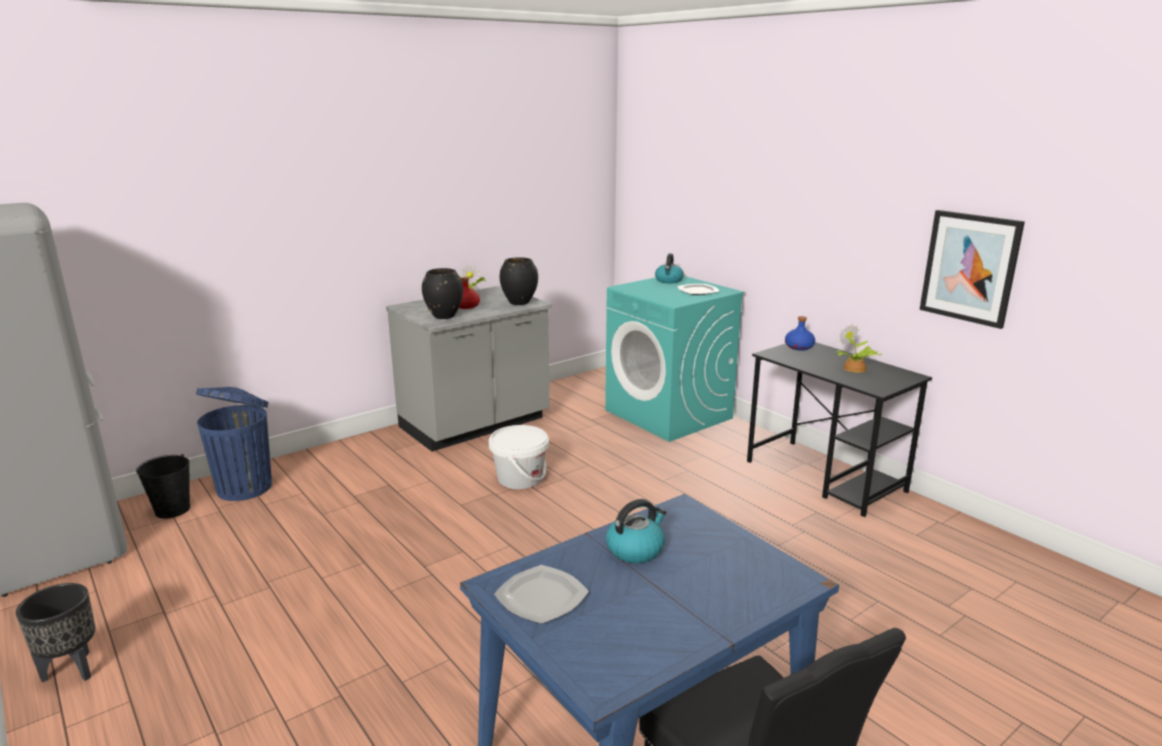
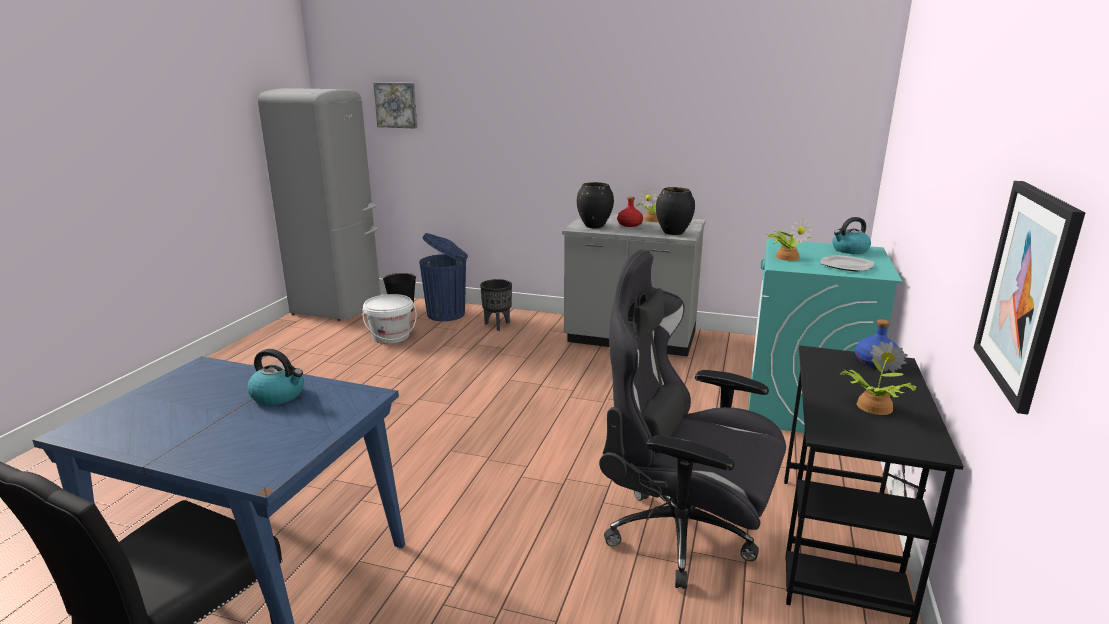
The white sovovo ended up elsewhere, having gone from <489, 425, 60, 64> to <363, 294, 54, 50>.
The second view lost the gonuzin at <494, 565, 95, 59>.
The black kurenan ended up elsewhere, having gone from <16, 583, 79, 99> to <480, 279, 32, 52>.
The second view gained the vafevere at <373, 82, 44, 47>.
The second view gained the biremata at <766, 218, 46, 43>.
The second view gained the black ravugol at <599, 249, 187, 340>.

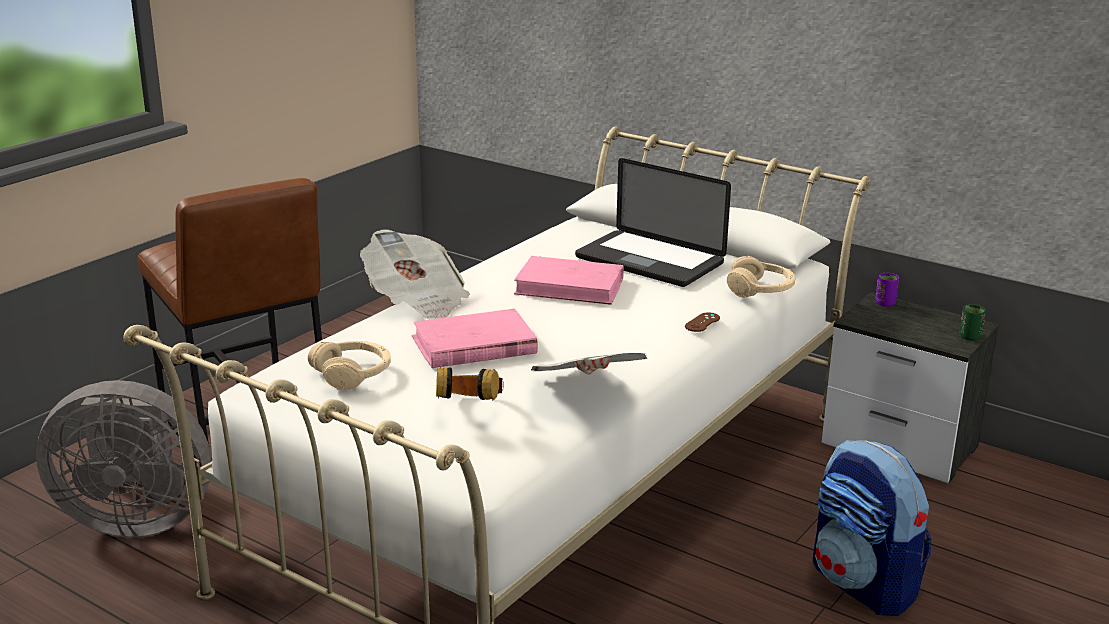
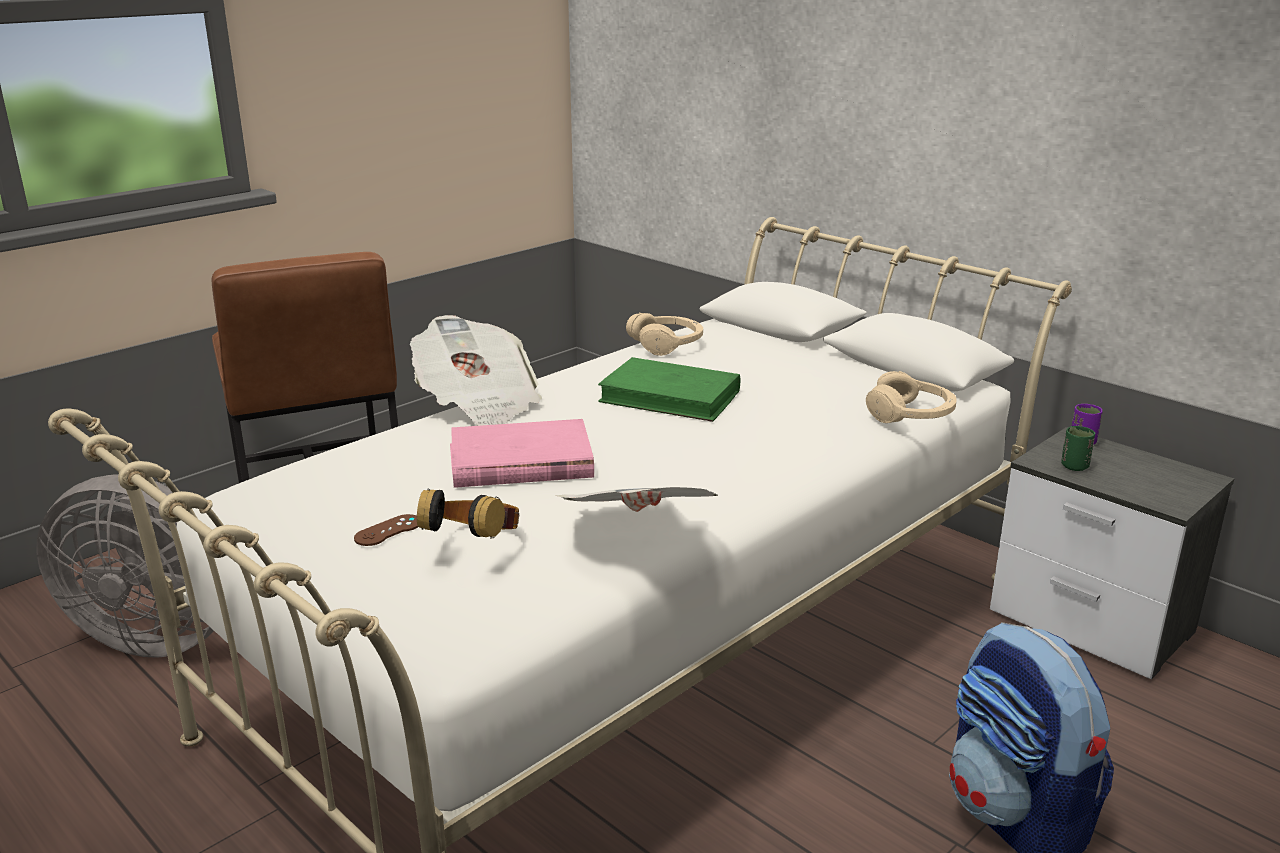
The second view lost the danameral at <575, 158, 156, 129>.
What was the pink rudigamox at <514, 256, 110, 49> turned into the green rudigamox at <598, 357, 143, 65>.
The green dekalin ended up elsewhere, having gone from <960, 304, 26, 37> to <1061, 426, 35, 45>.
The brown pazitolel ended up elsewhere, having gone from <685, 312, 35, 20> to <354, 514, 64, 32>.
The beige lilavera ended up elsewhere, having gone from <308, 341, 83, 49> to <626, 313, 77, 43>.

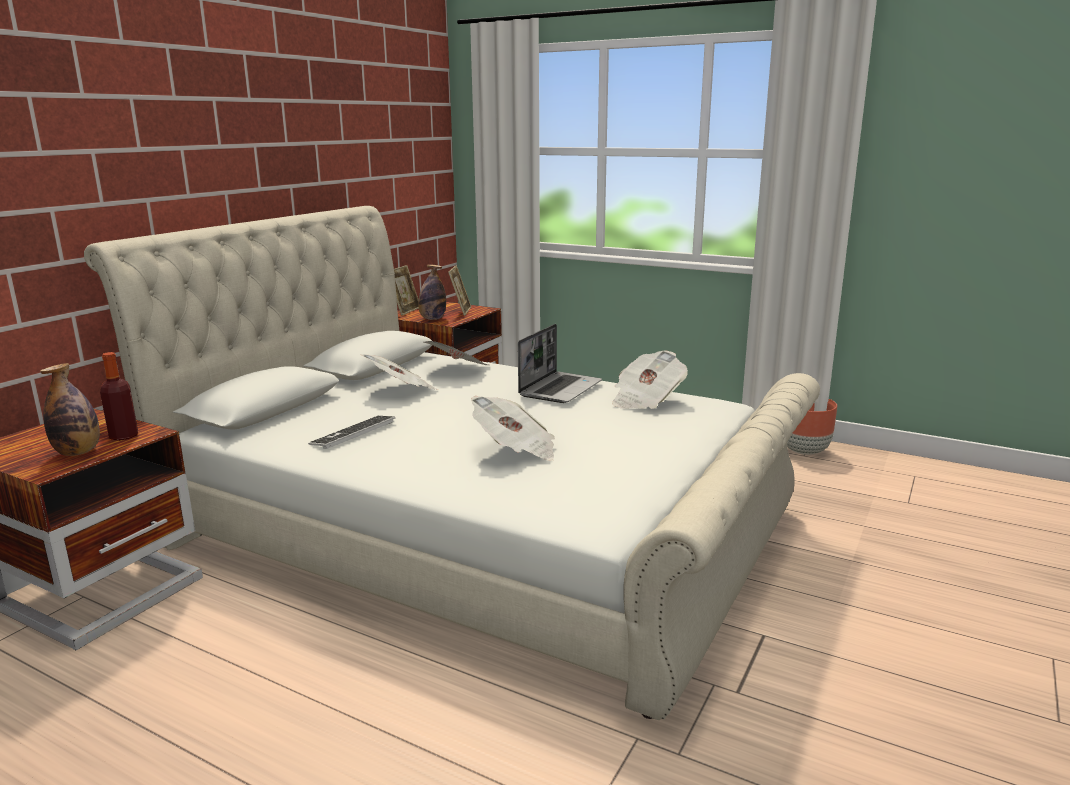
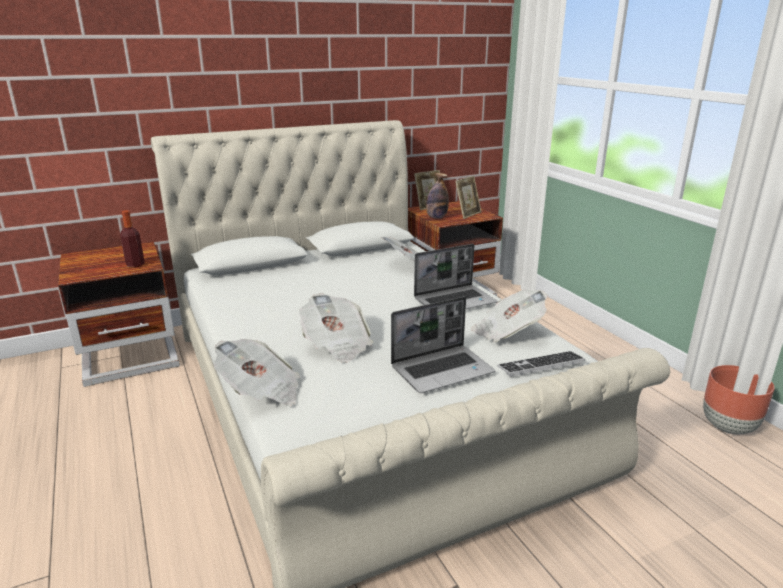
The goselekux ended up elsewhere, having gone from <360, 354, 77, 35> to <214, 339, 86, 66>.
The second view lost the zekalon at <40, 363, 60, 93>.
The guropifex ended up elsewhere, having gone from <308, 416, 87, 33> to <497, 351, 88, 26>.
The second view gained the danameral at <391, 296, 104, 97>.

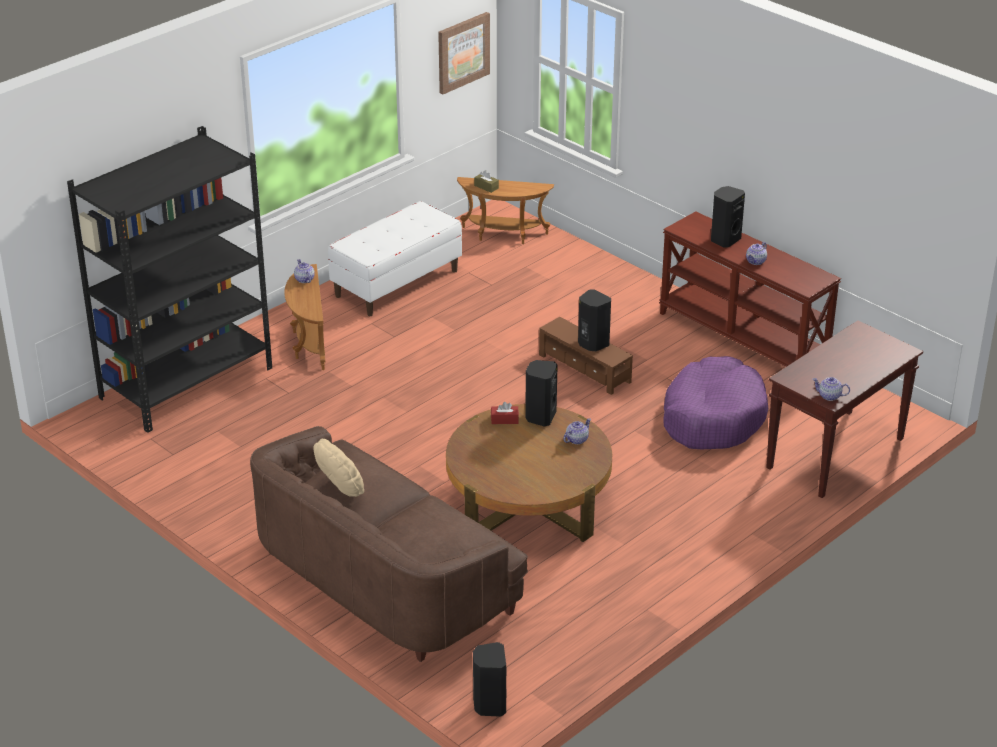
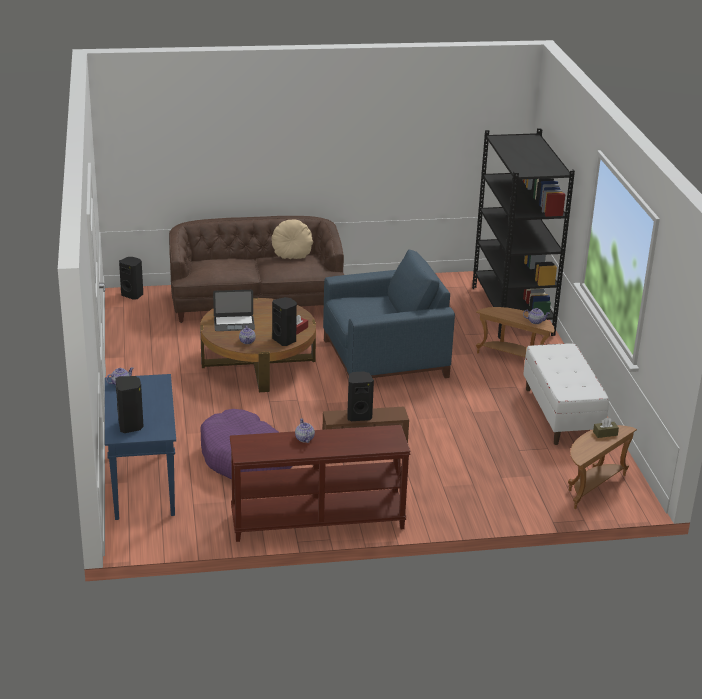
The second view lost the vafevere at <438, 12, 52, 82>.
The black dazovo ended up elsewhere, having gone from <711, 186, 34, 62> to <116, 376, 28, 57>.
What was the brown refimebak at <766, 320, 157, 178> turned into the blue refimebak at <105, 374, 71, 146>.
The second view gained the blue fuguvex at <323, 250, 132, 128>.
The second view gained the danameral at <213, 290, 42, 41>.

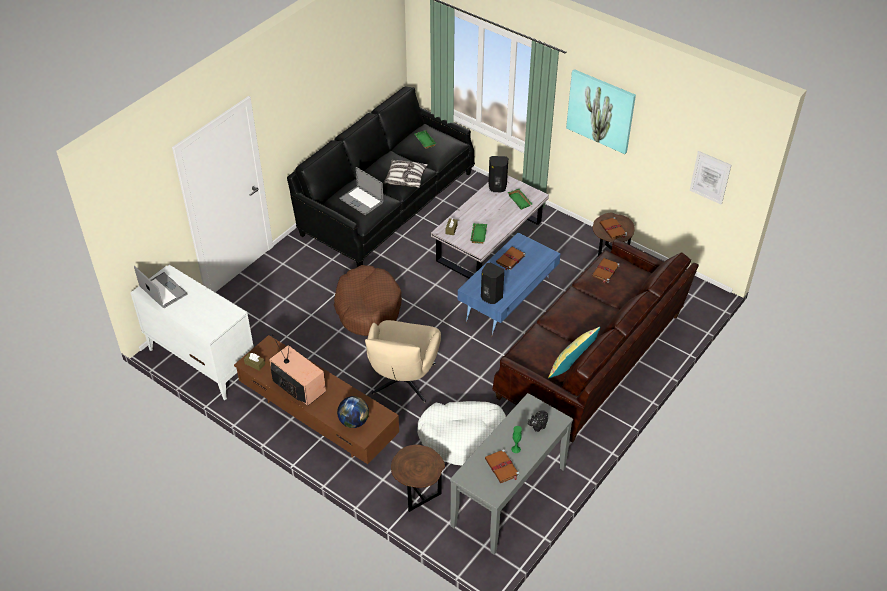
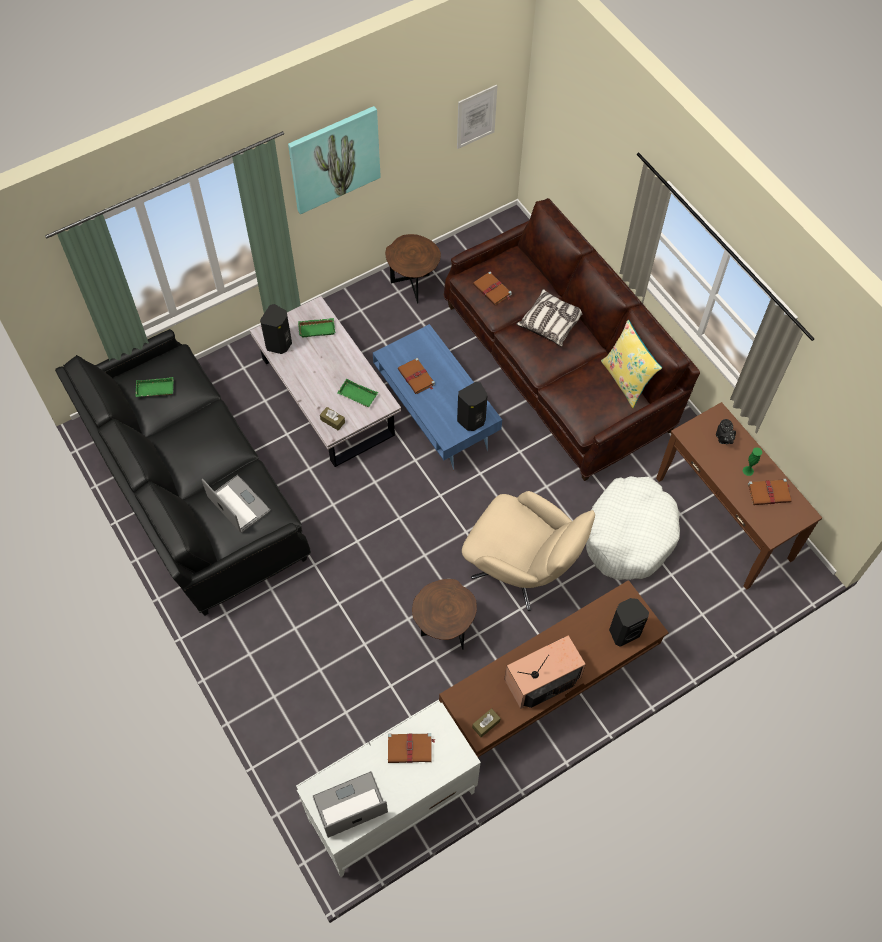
The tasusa ended up elsewhere, having gone from <384, 159, 44, 29> to <516, 289, 66, 58>.
The danameral at <339, 167, 45, 48> ended up facing another way, 105 degrees counterclockwise from before.
The brown rudigamox ended up elsewhere, having gone from <599, 217, 28, 22> to <388, 733, 47, 30>.
The second view lost the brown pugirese at <334, 265, 68, 71>.
What was the grey refimebak at <450, 393, 123, 162> turned into the brown refimebak at <656, 402, 166, 188>.
Where the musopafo stood at <337, 396, 32, 32>, the black dazovo came to stand at <609, 598, 40, 49>.
The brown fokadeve ended up elsewhere, having gone from <391, 445, 54, 67> to <412, 579, 65, 71>.

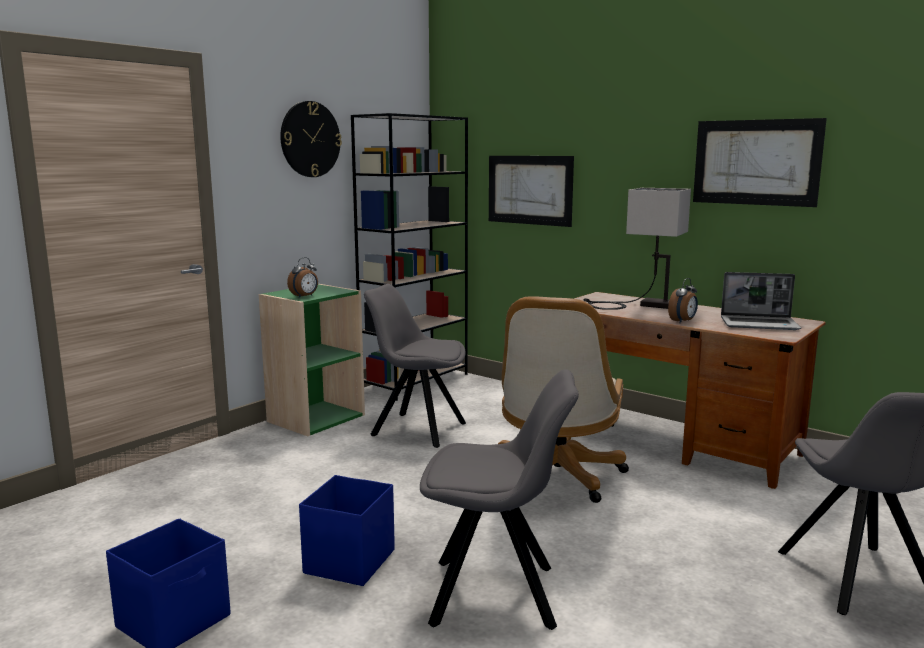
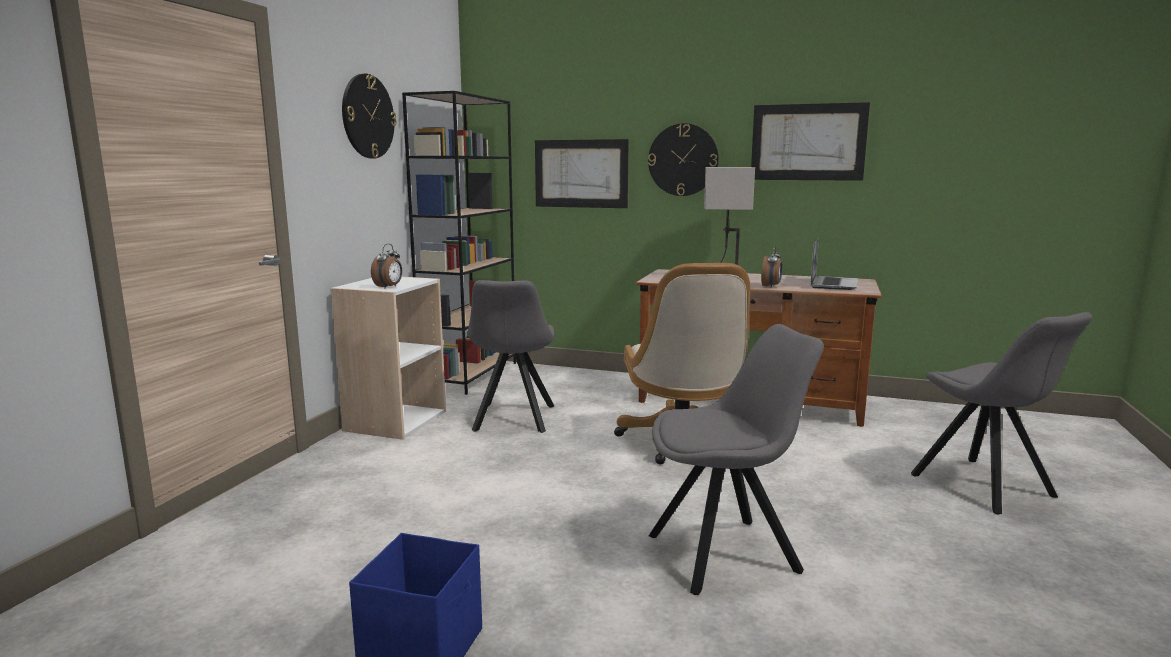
The danameral at <721, 272, 80, 58> ended up facing another way, 60 degrees counterclockwise from before.
What was the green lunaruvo at <259, 284, 106, 152> turned into the white lunaruvo at <330, 277, 116, 163>.
The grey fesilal at <364, 284, 102, 164> ended up facing another way, 90 degrees counterclockwise from before.
The second view lost the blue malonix at <299, 475, 96, 111>.
The second view gained the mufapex at <648, 123, 71, 73>.

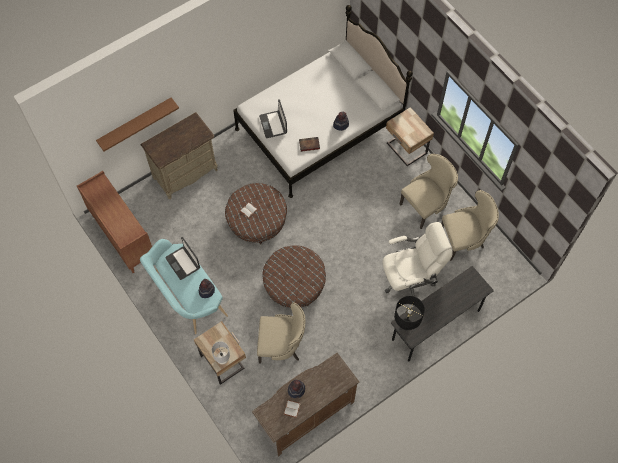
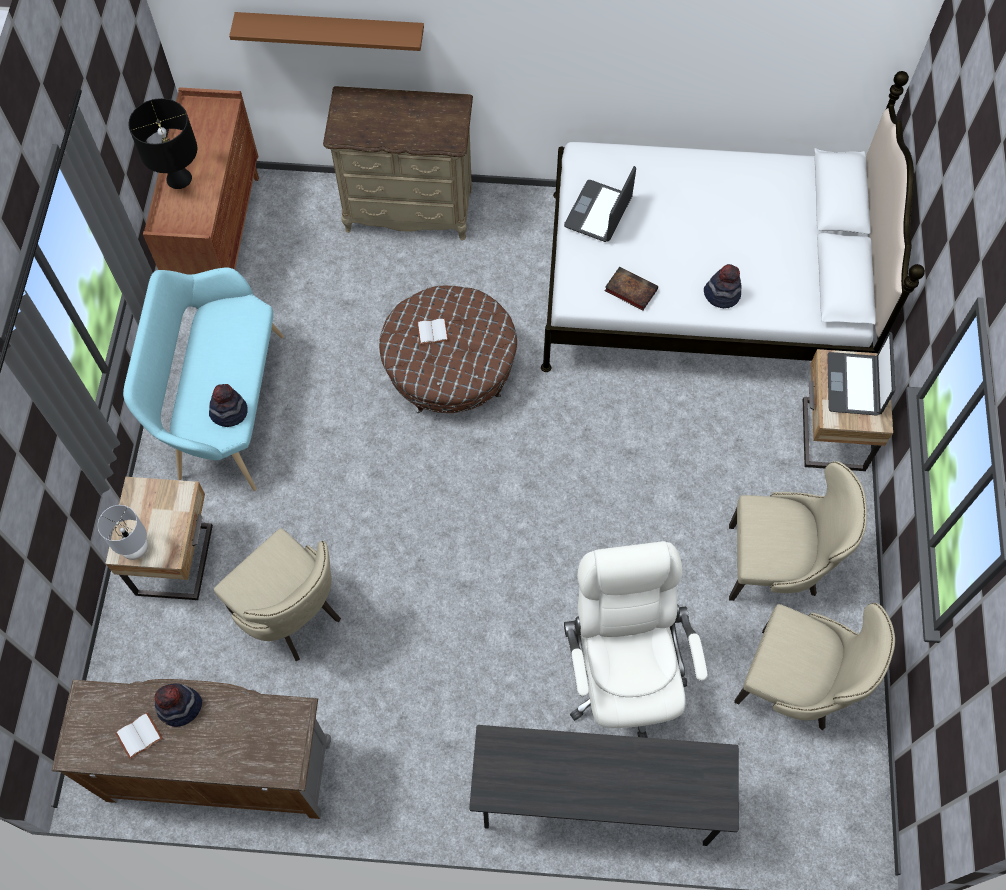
The white ravugol at <383, 222, 70, 74> ended up facing another way, 120 degrees counterclockwise from before.
The danameral ended up elsewhere, having gone from <165, 237, 35, 43> to <827, 332, 68, 84>.
The second view lost the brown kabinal at <263, 245, 63, 63>.
The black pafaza ended up elsewhere, having gone from <394, 296, 31, 34> to <128, 98, 69, 91>.

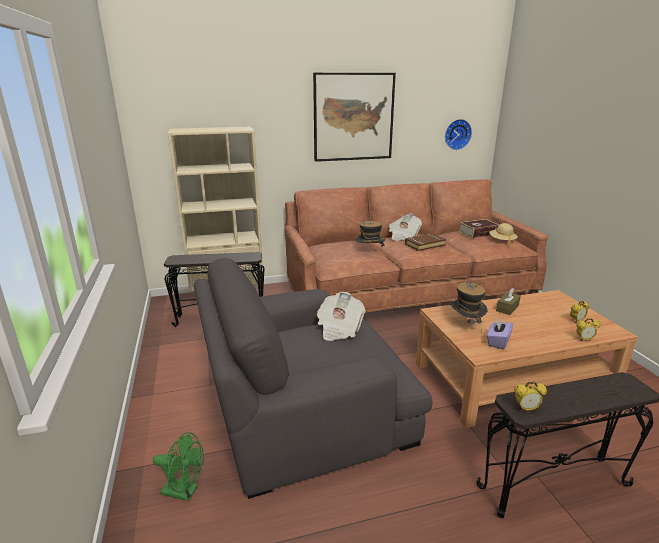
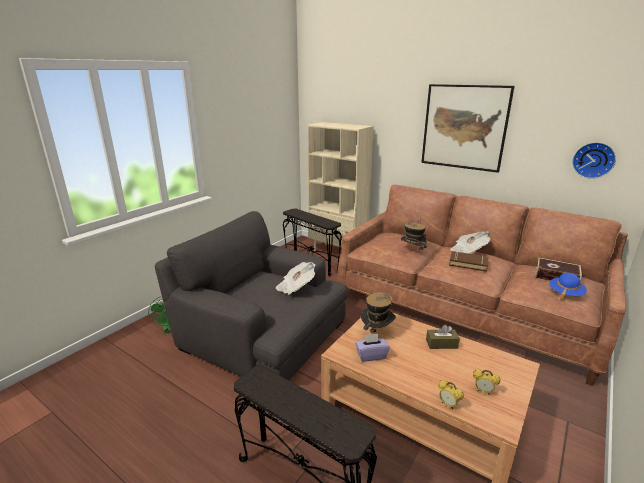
What was the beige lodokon at <489, 223, 29, 23> turned into the blue lodokon at <550, 273, 37, 27>.
The second view lost the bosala at <514, 381, 33, 30>.

